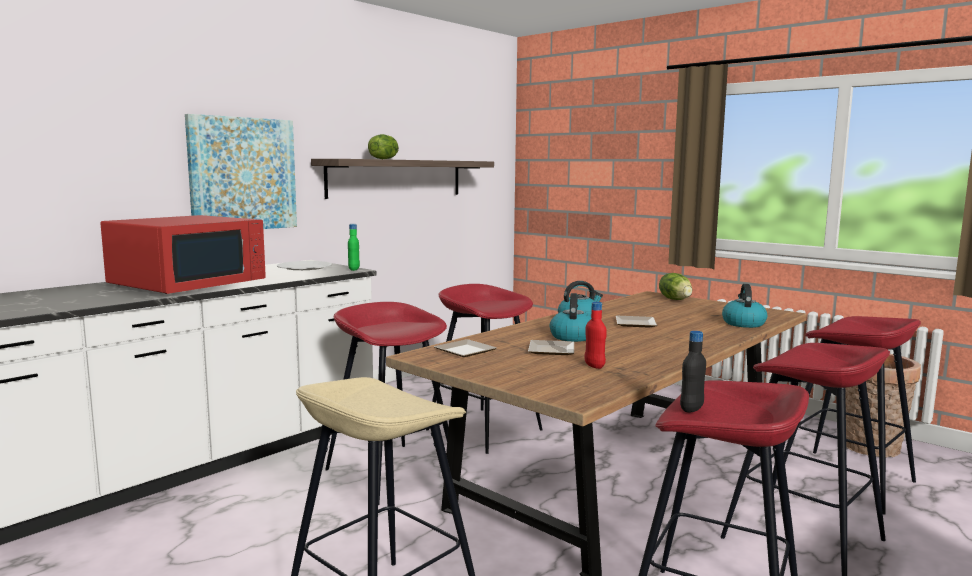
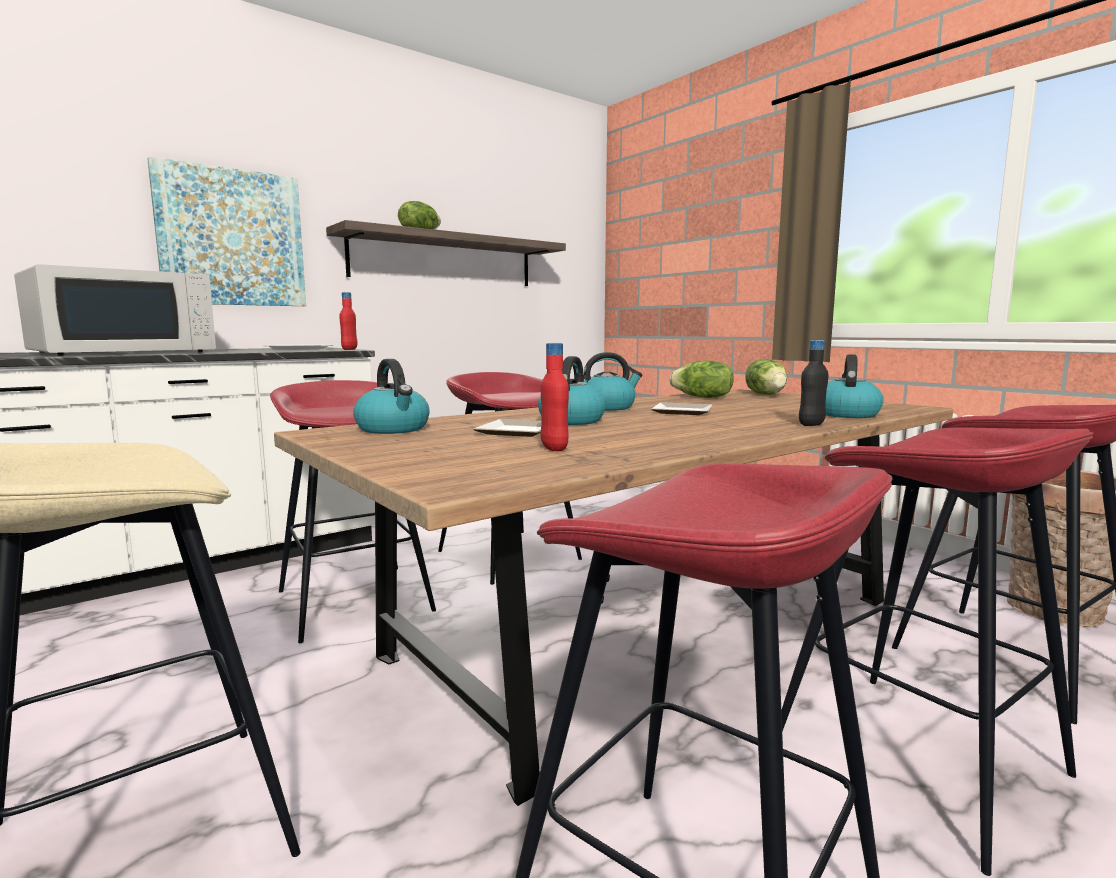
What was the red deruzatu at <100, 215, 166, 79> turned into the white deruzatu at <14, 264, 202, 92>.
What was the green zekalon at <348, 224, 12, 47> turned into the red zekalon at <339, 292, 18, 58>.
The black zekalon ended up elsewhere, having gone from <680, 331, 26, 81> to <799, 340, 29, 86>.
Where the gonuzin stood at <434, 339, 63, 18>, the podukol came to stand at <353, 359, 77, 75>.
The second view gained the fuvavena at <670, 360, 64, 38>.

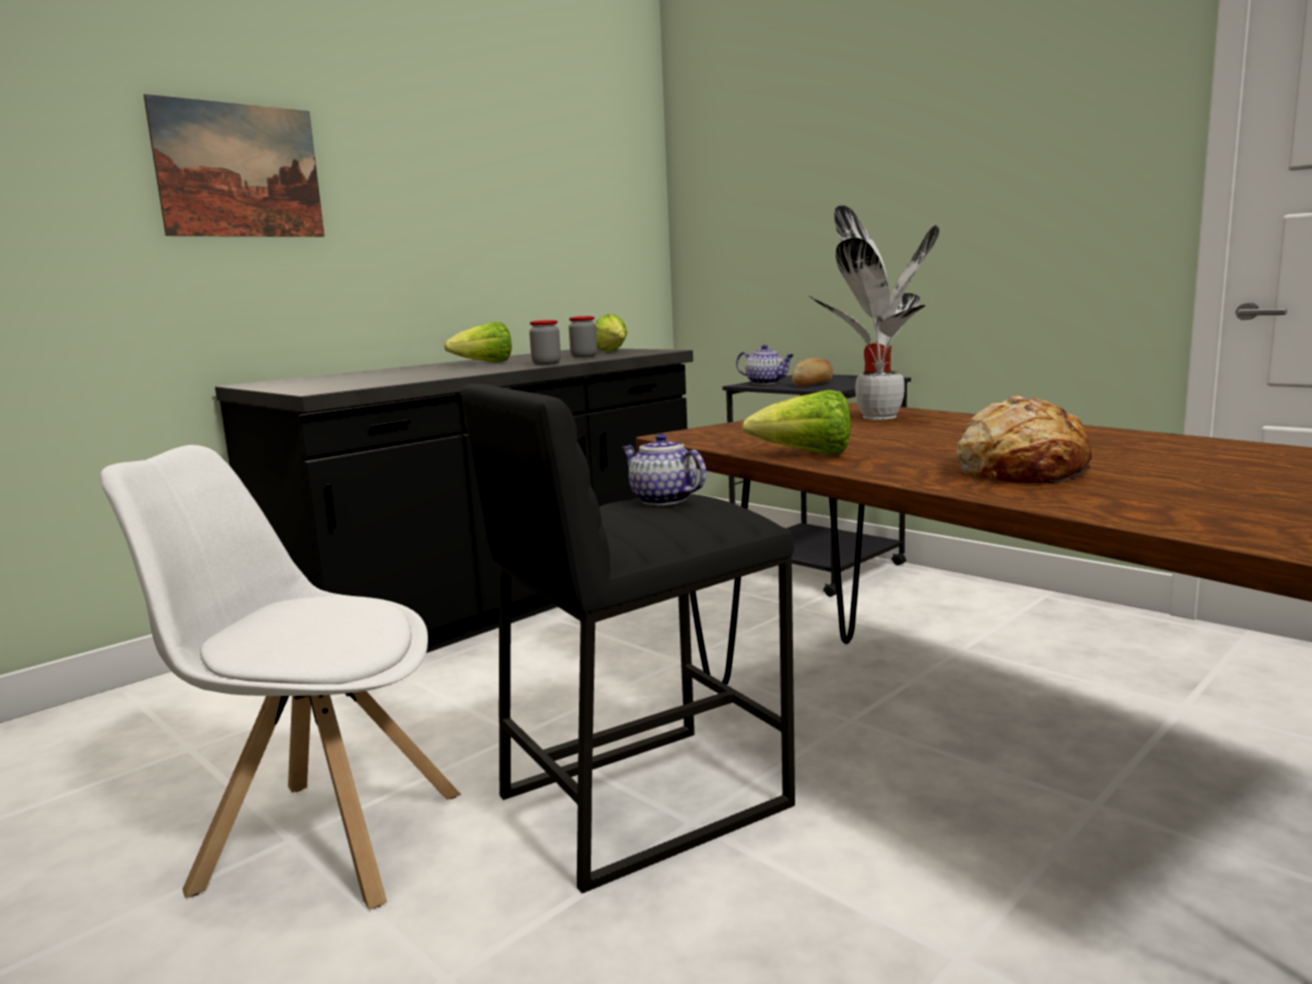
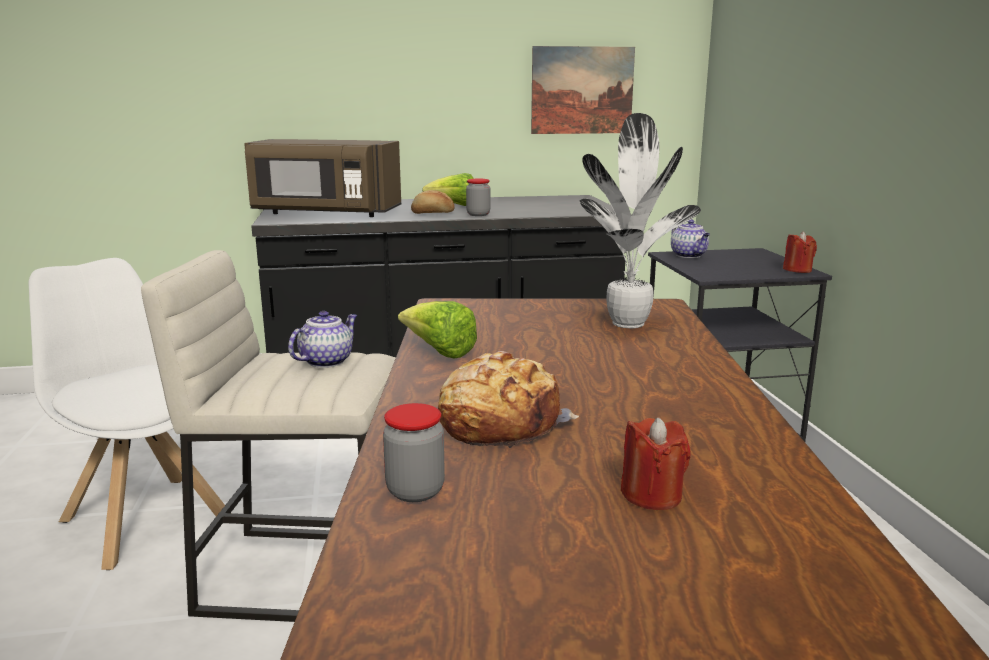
The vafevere ended up elsewhere, having gone from <143, 94, 182, 143> to <531, 46, 104, 88>.
The second view lost the fuvavena at <595, 314, 32, 37>.
The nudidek ended up elsewhere, having gone from <569, 316, 28, 42> to <383, 403, 62, 99>.
The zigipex ended up elsewhere, having gone from <792, 358, 41, 28> to <411, 190, 44, 24>.
What was the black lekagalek at <461, 384, 334, 509> turned into the beige lekagalek at <141, 250, 255, 372>.
The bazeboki at <622, 433, 84, 72> ended up facing another way, 45 degrees clockwise from before.
The second view gained the brown deruzatu at <244, 139, 157, 78>.
The second view gained the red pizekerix at <621, 417, 70, 93>.

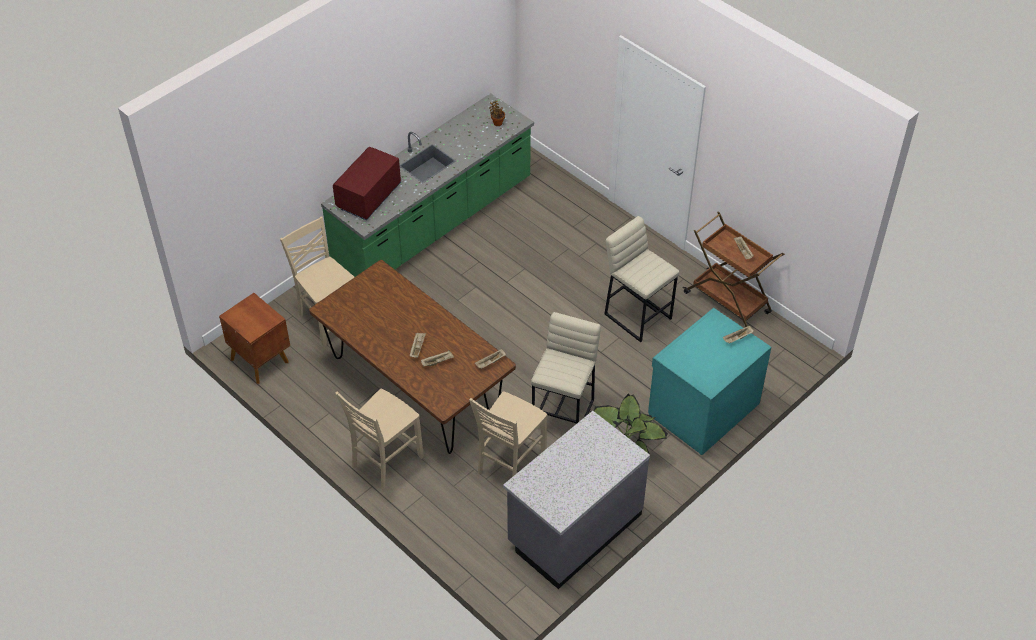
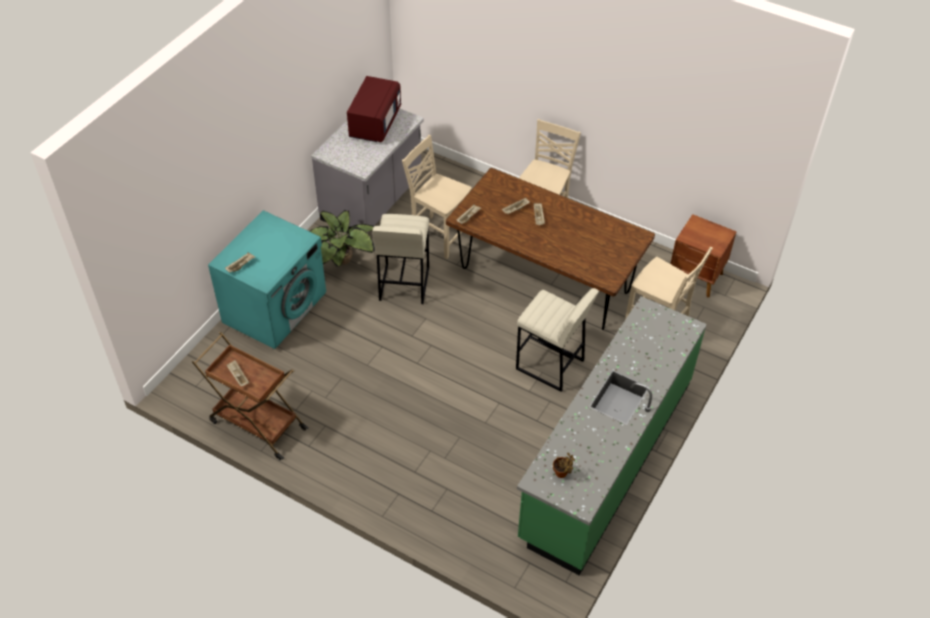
The red deruzatu ended up elsewhere, having gone from <333, 146, 68, 74> to <347, 76, 54, 66>.
The beige lekagalek ended up elsewhere, having gone from <605, 216, 74, 126> to <516, 288, 83, 104>.
The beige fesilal at <469, 392, 78, 85> ended up facing another way, 75 degrees counterclockwise from before.

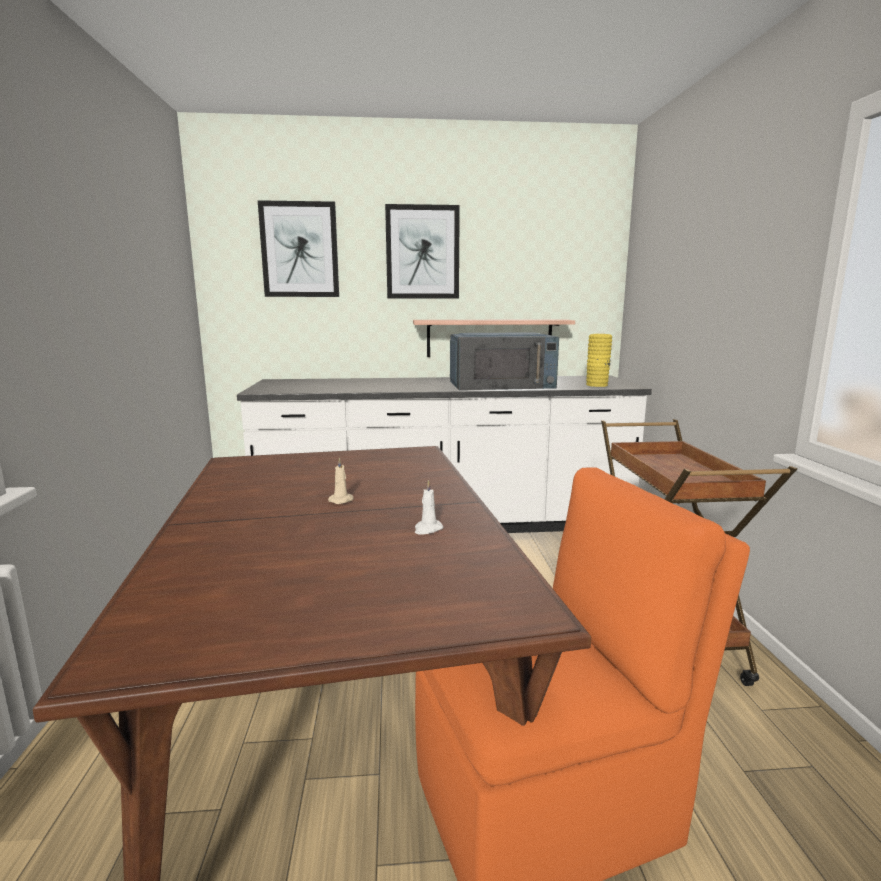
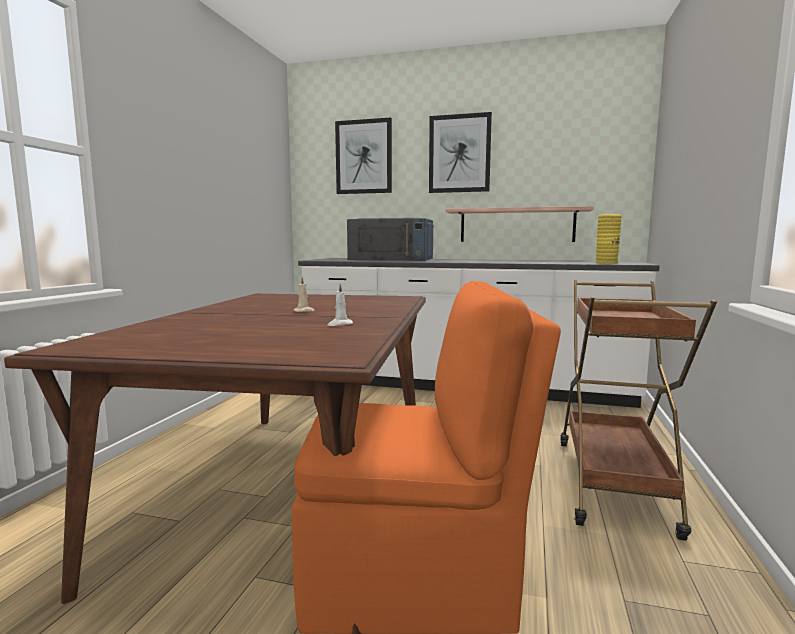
The blue deruzatu ended up elsewhere, having gone from <450, 332, 109, 58> to <347, 218, 86, 43>.

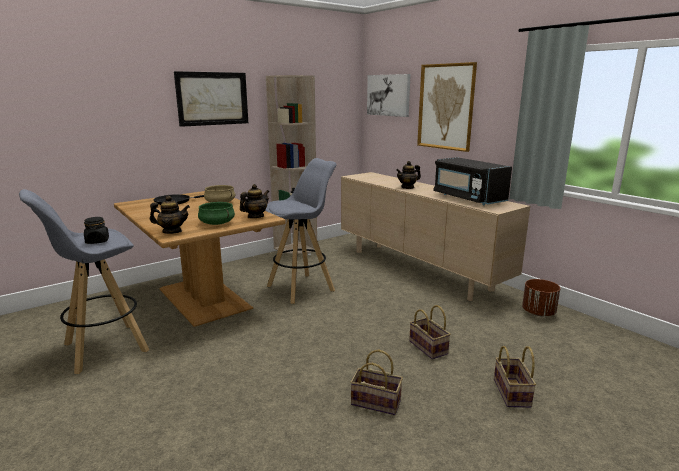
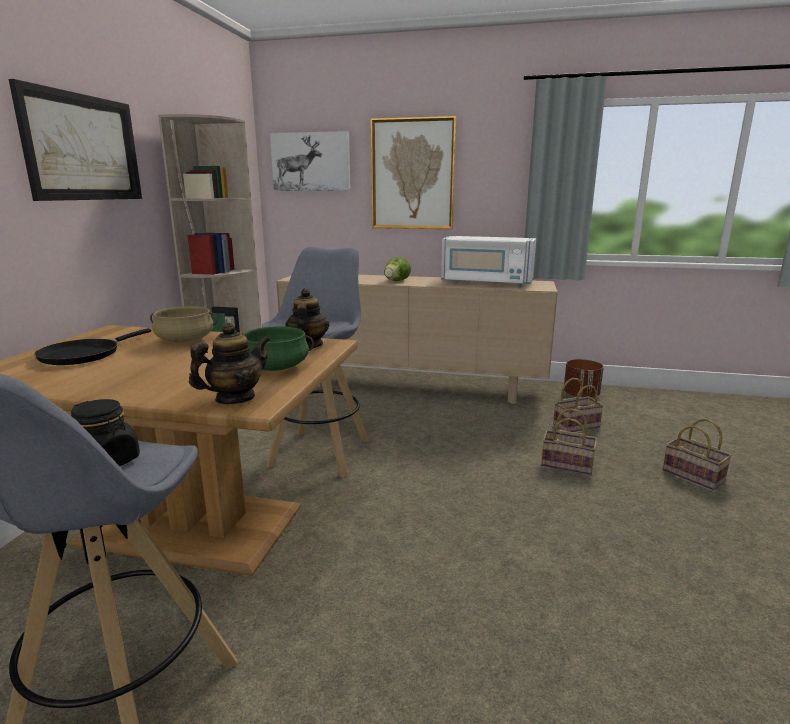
What was the black deruzatu at <433, 157, 79, 48> turned into the white deruzatu at <441, 236, 95, 51>.
Where the bazeboki stood at <396, 161, 25, 28>, the fuvavena came to stand at <384, 257, 27, 24>.
The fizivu ended up elsewhere, having gone from <350, 349, 53, 66> to <553, 378, 51, 54>.

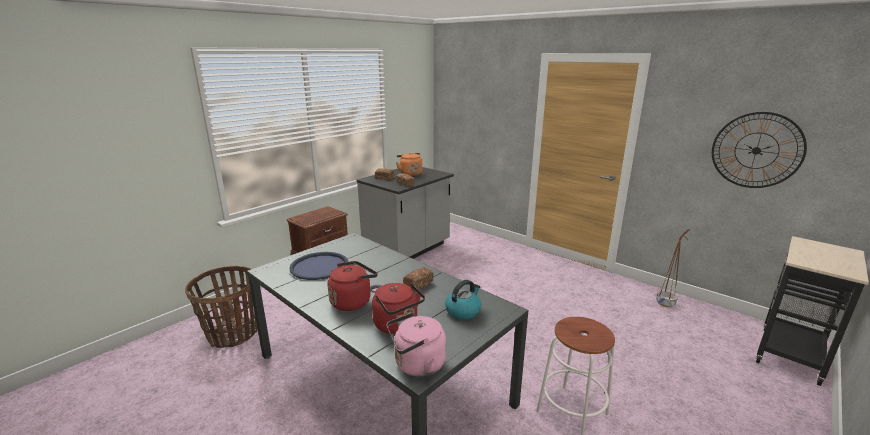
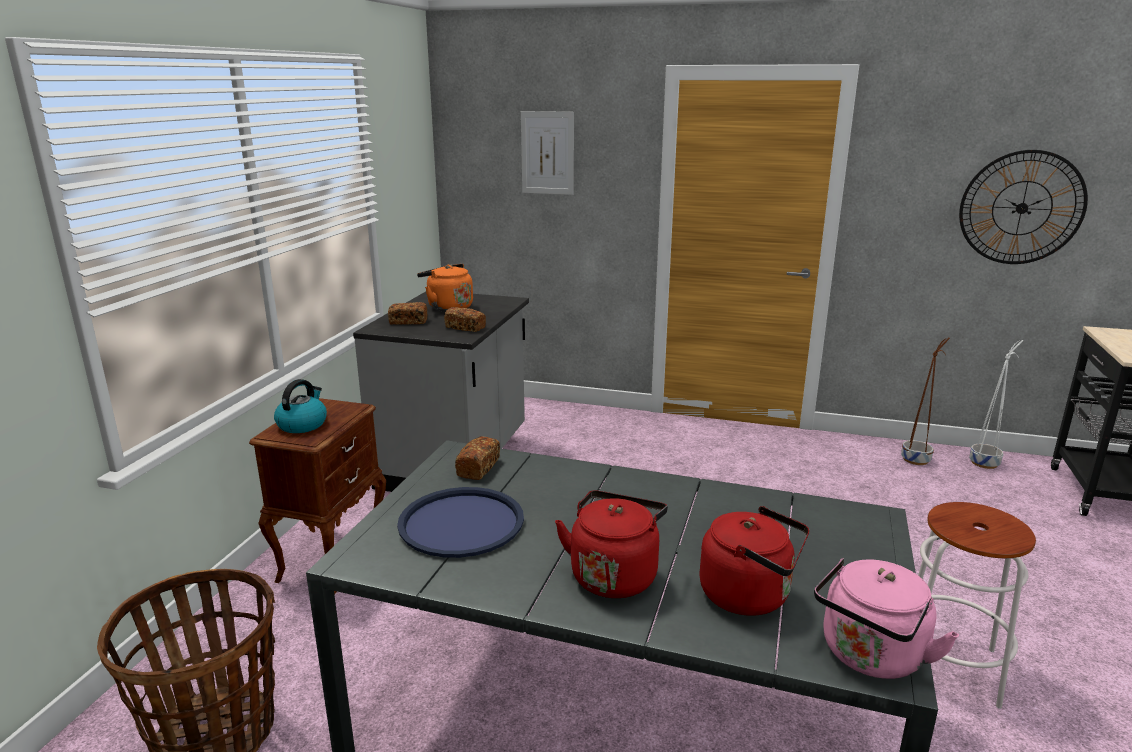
The zigipex ended up elsewhere, having gone from <403, 267, 31, 25> to <455, 436, 45, 44>.
The podukol ended up elsewhere, having gone from <445, 280, 36, 40> to <274, 379, 53, 54>.
The second view gained the vafevere at <521, 111, 53, 84>.
The second view gained the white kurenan at <969, 340, 54, 129>.

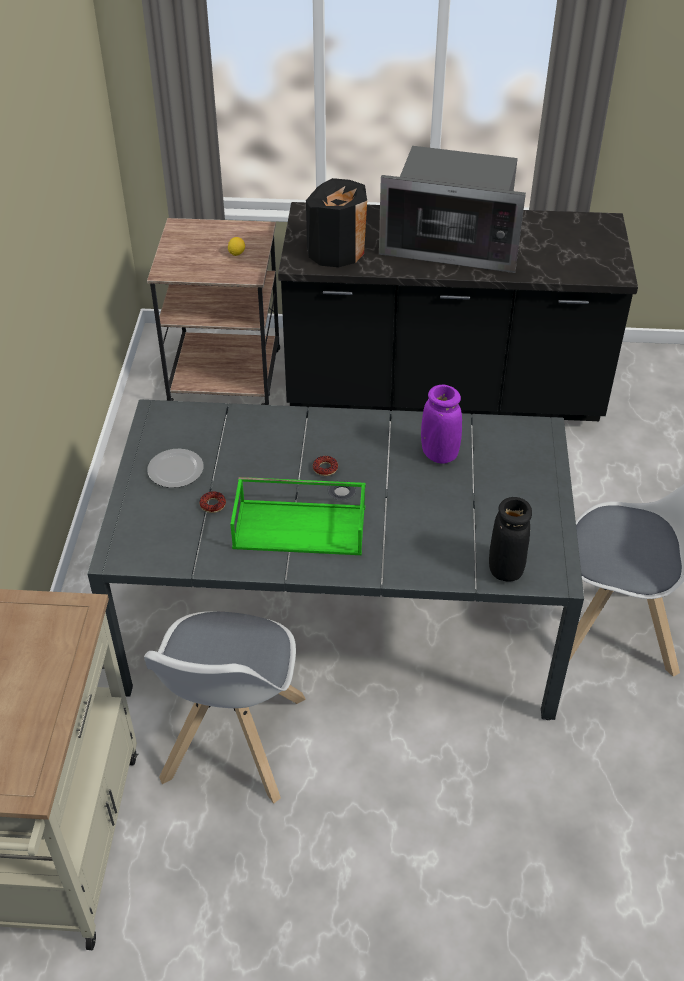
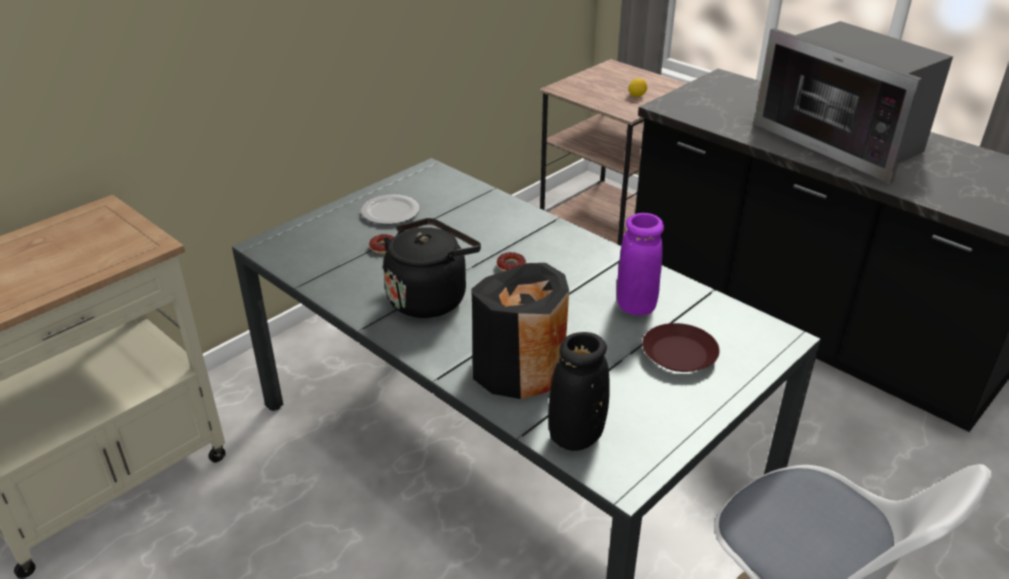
The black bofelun ended up elsewhere, having gone from <306, 178, 61, 89> to <471, 263, 98, 136>.
Where the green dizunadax stood at <230, 477, 136, 78>, the black podukol came to stand at <383, 218, 98, 100>.
The second view lost the fesilal at <144, 611, 162, 193>.
The second view gained the brown gonuzin at <642, 323, 78, 49>.

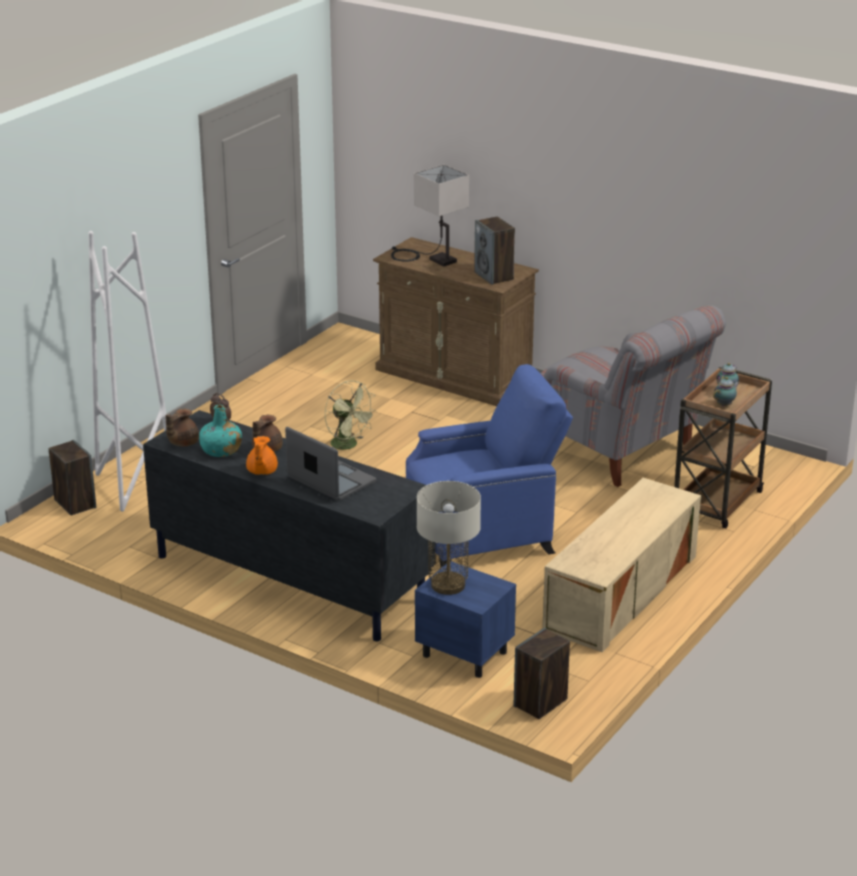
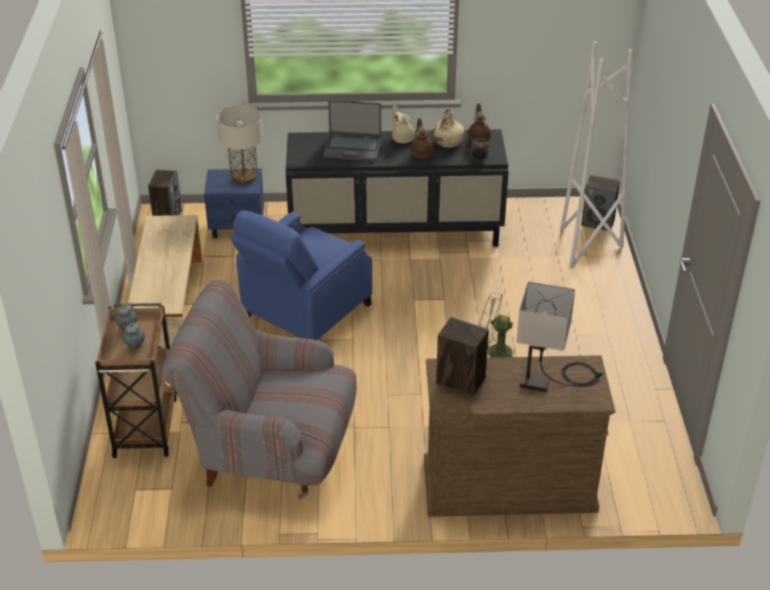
What was the turquoise zekalon at <199, 405, 43, 52> turned into the beige zekalon at <432, 108, 32, 40>.
What was the orange bazeboki at <246, 436, 32, 39> turned into the beige bazeboki at <392, 105, 23, 38>.

